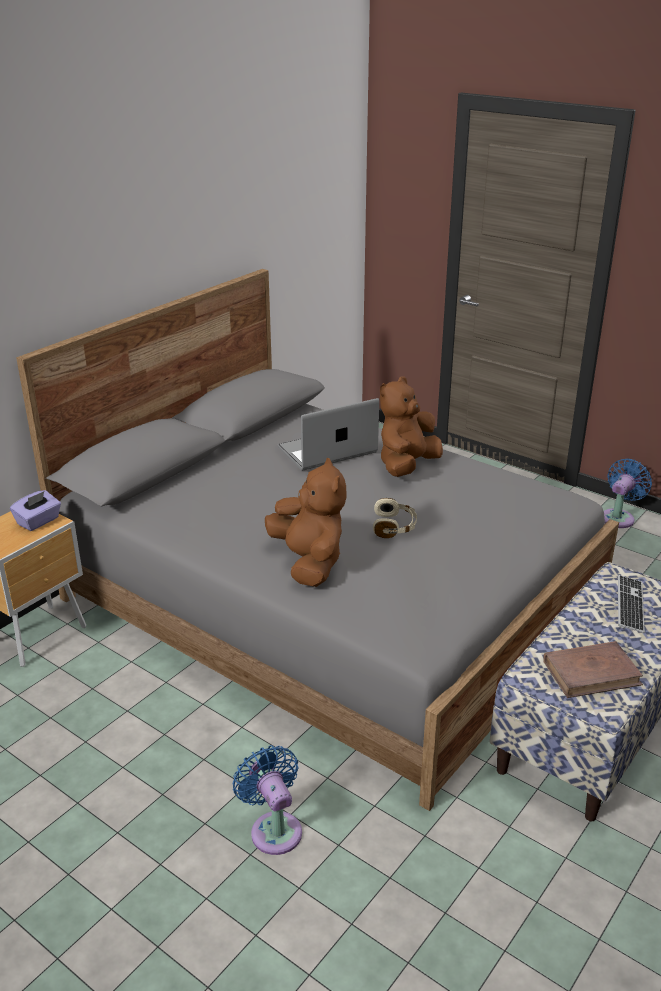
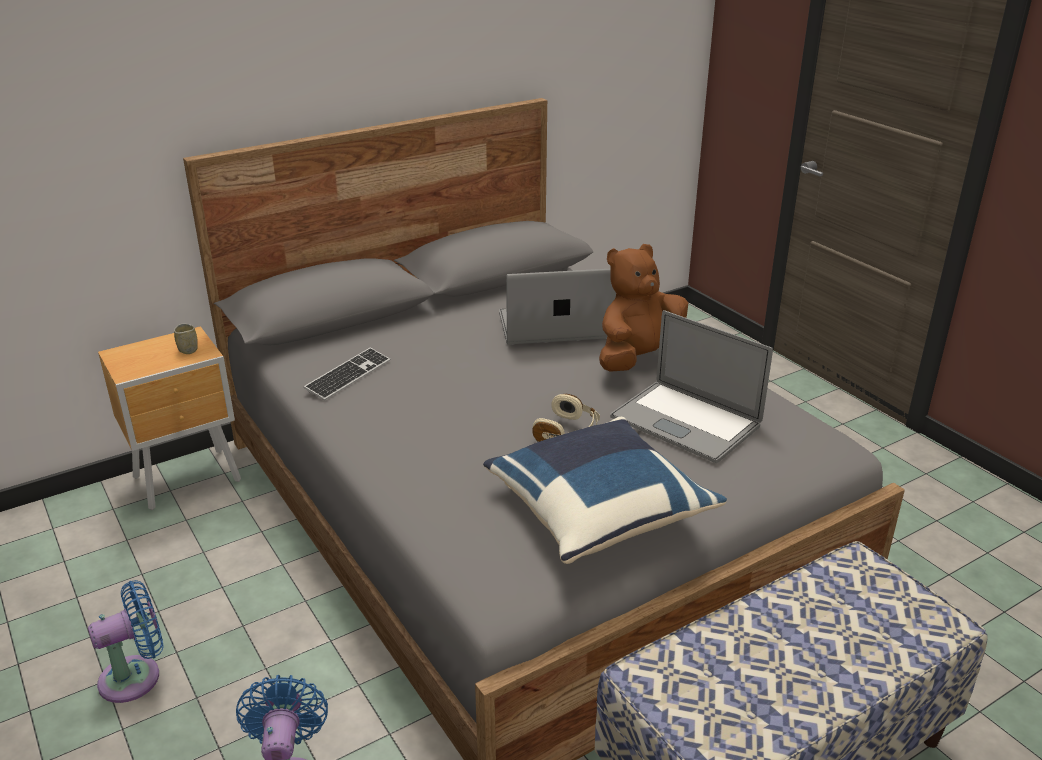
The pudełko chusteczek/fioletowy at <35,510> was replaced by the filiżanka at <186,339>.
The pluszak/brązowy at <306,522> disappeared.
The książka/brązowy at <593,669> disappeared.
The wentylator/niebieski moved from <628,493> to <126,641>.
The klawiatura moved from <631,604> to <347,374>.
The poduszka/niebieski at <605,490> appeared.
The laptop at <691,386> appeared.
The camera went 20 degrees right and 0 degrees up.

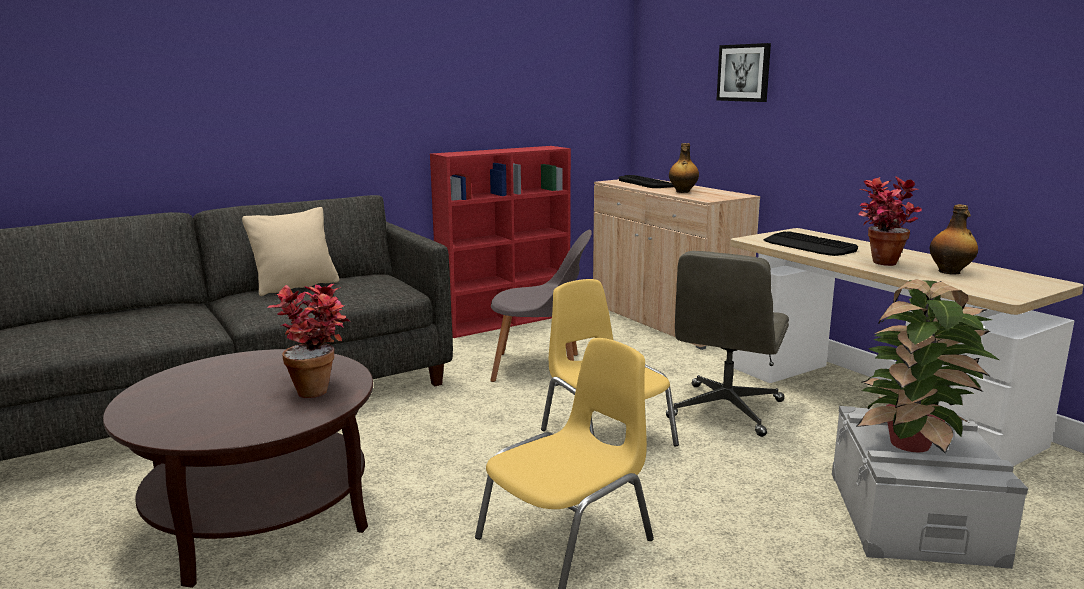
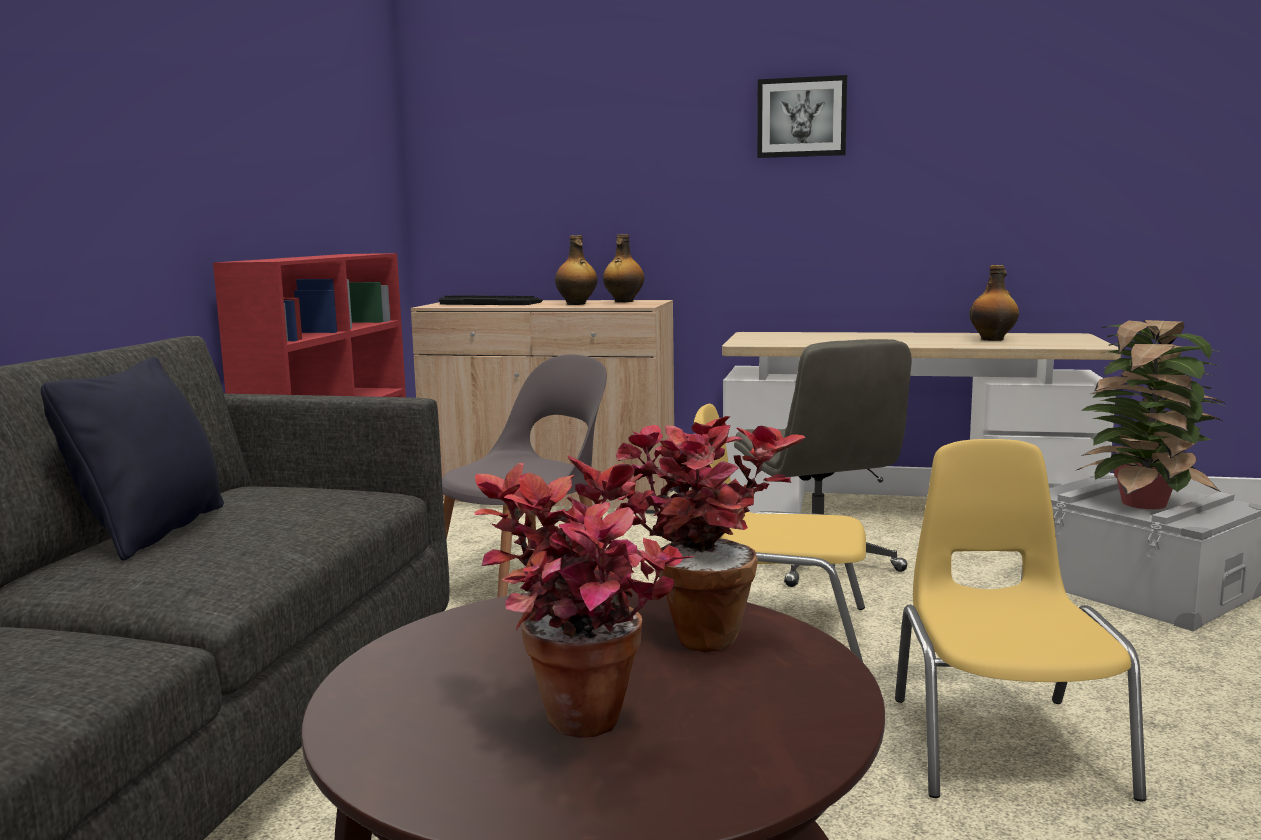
The poduszka/beżowy at <290,251> became the poduszka/czarny at <132,459>.
The obraz moved from <743,72> to <802,116>.
The klawiatura at <811,243> disappeared.
The roślina doniczkowa moved from <890,221> to <584,596>.
The butelka at <623,268> appeared.
The camera went 45 degrees left and 5 degrees down.

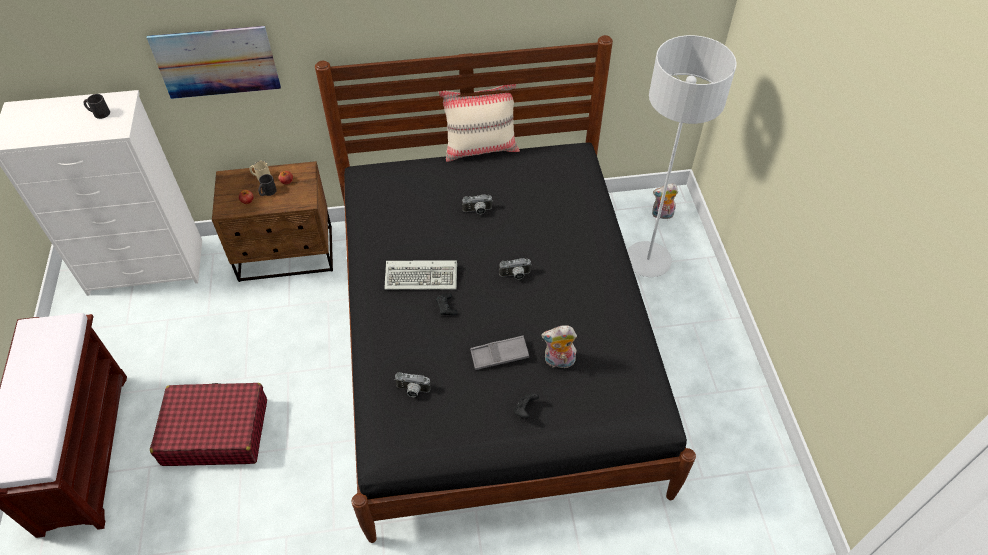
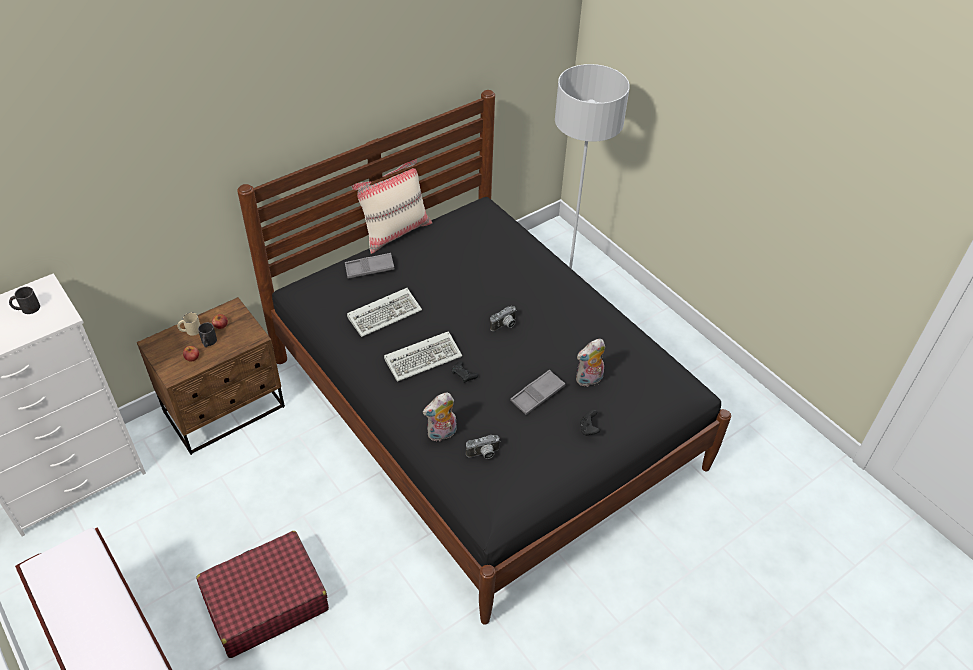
The obraz at <214,62> disappeared.
The aparat fotograficzny at <477,204> disappeared.
The pluszak moved from <665,201> to <439,417>.
The taca/szary at <369,266> appeared.
The klawiatura at <384,312> appeared.
The camera went 30 degrees left and 5 degrees down.

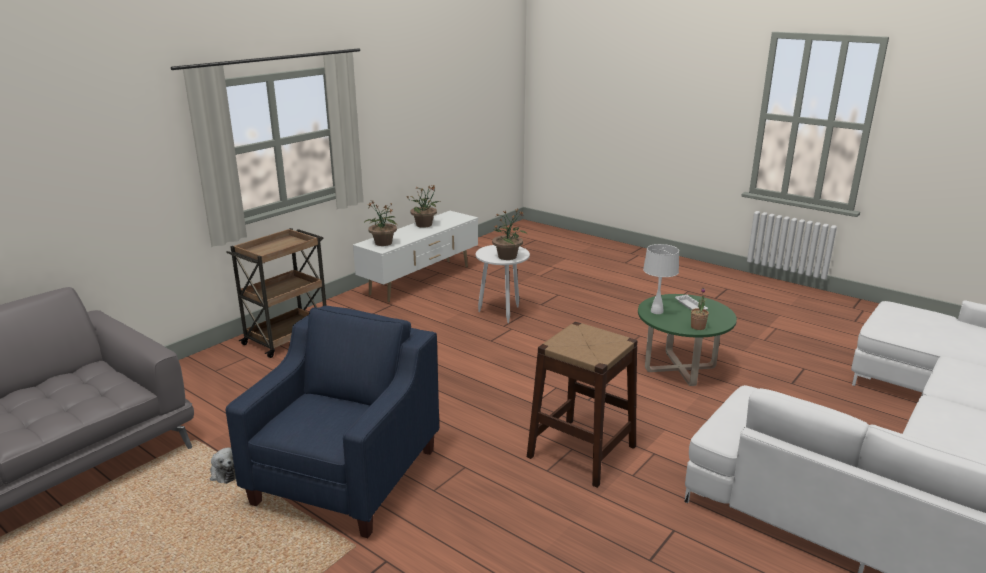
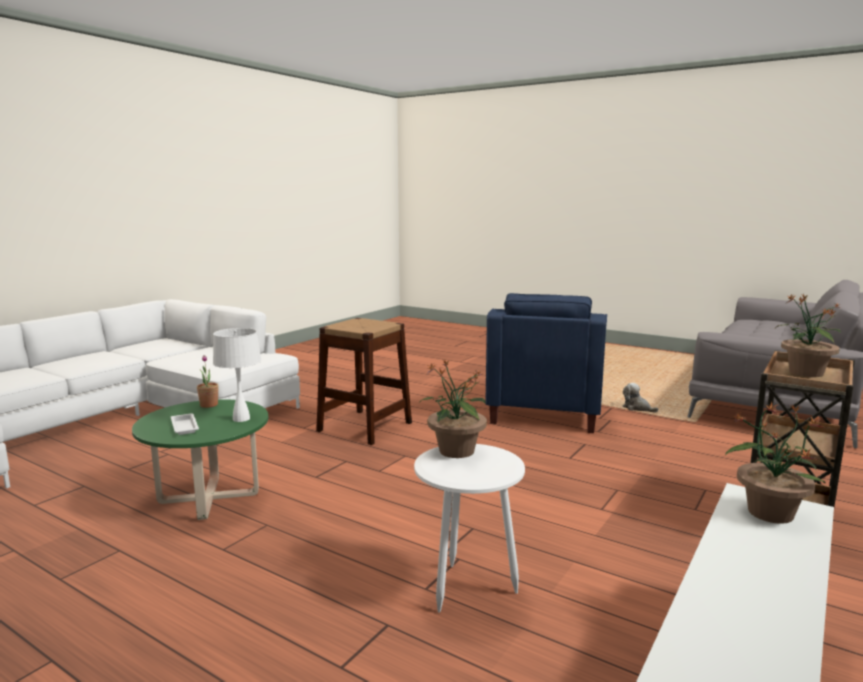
The roślina doniczkowa moved from <423,206> to <808,335>.
The camera went 175 degrees right and 10 degrees down.

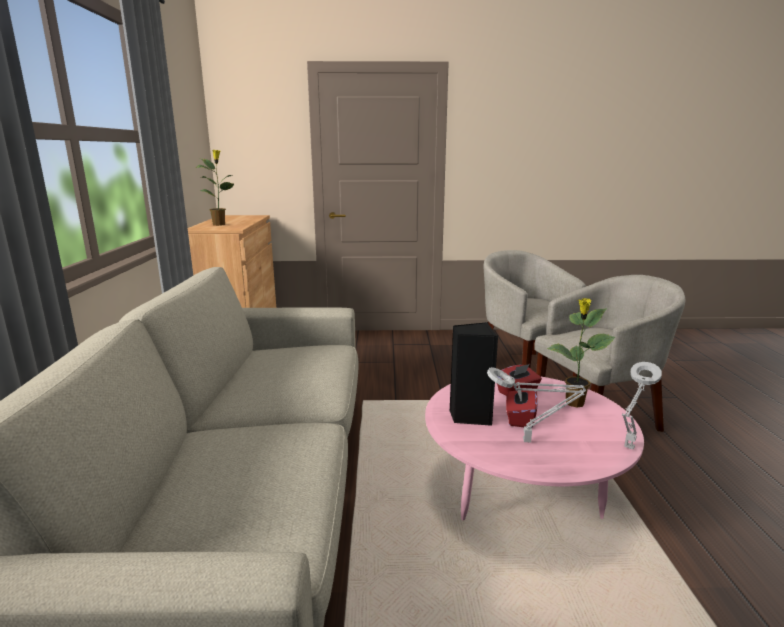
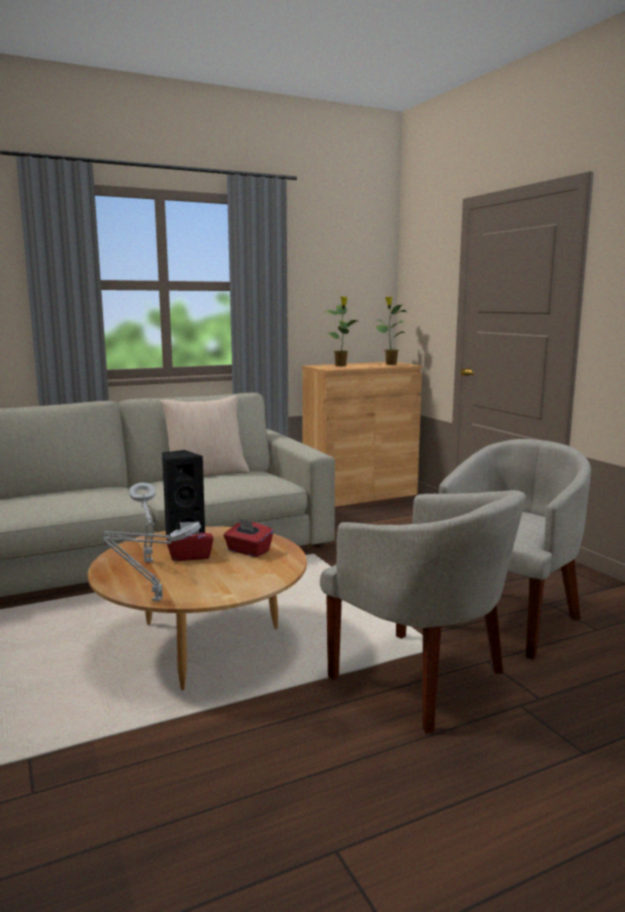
The ława/różowy at <534,448> became the ława/brązowy at <197,608>.
The roślina doniczkowa moved from <581,353> to <391,331>.
The poduszka/beżowy at <205,435> appeared.
The camera went 65 degrees right and 5 degrees down.

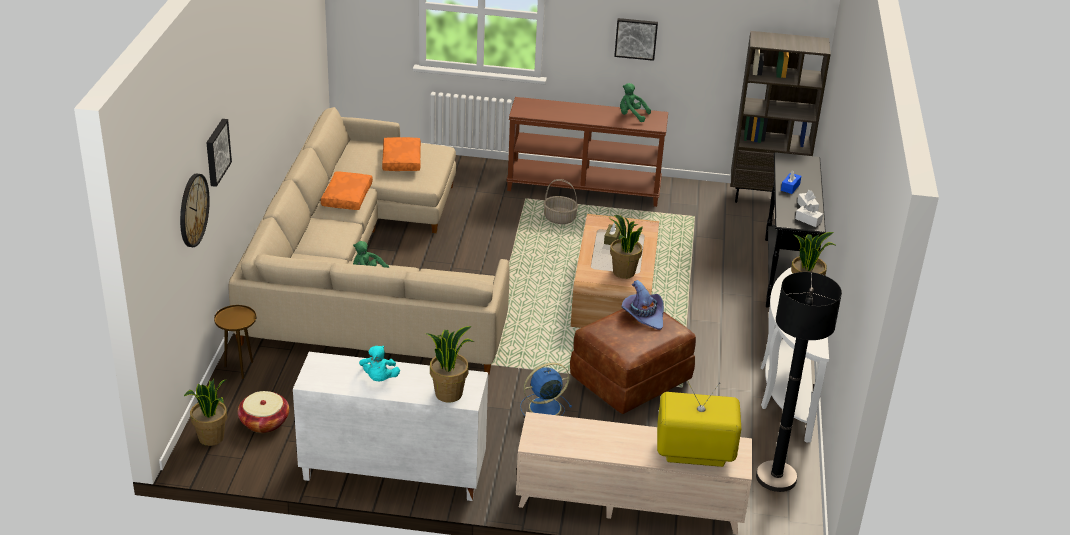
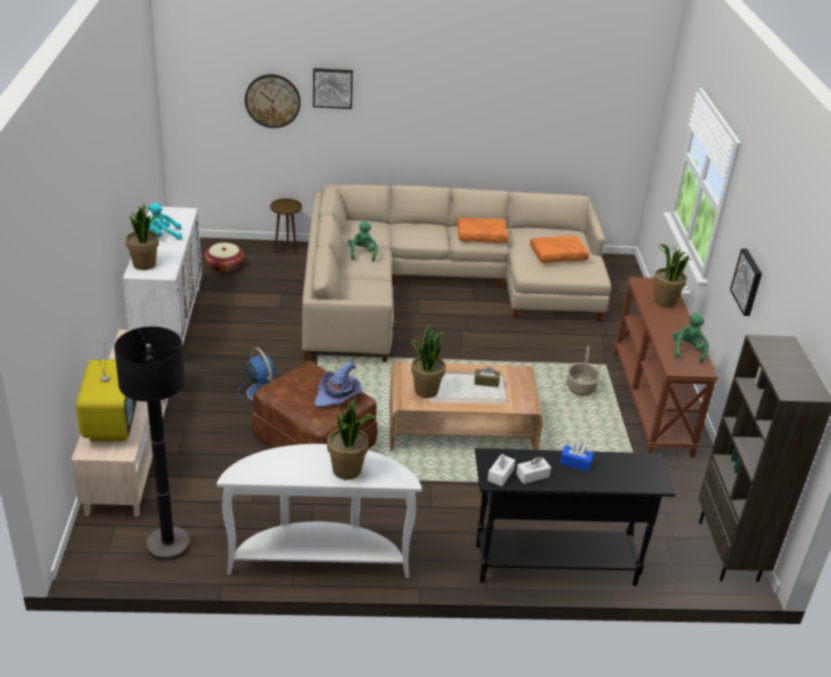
The roślina doniczkowa moved from <205,412> to <673,276>.
The camera went 80 degrees right and 0 degrees up.

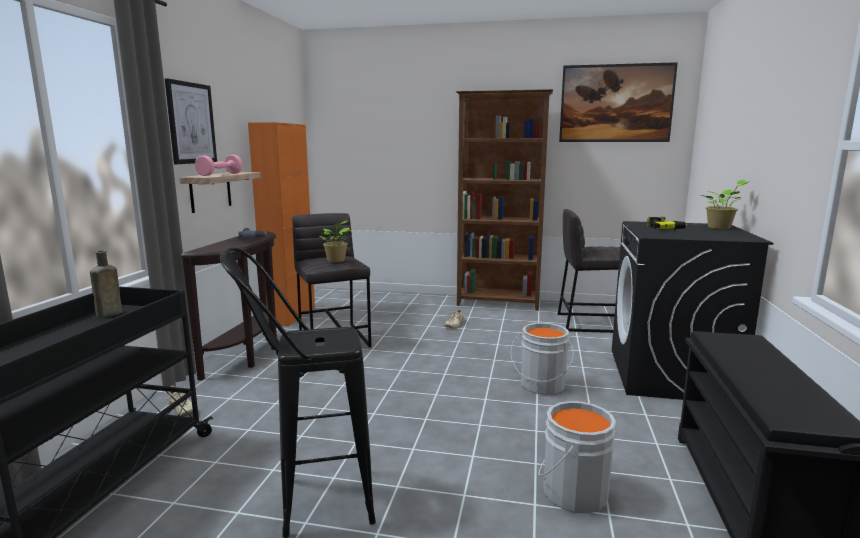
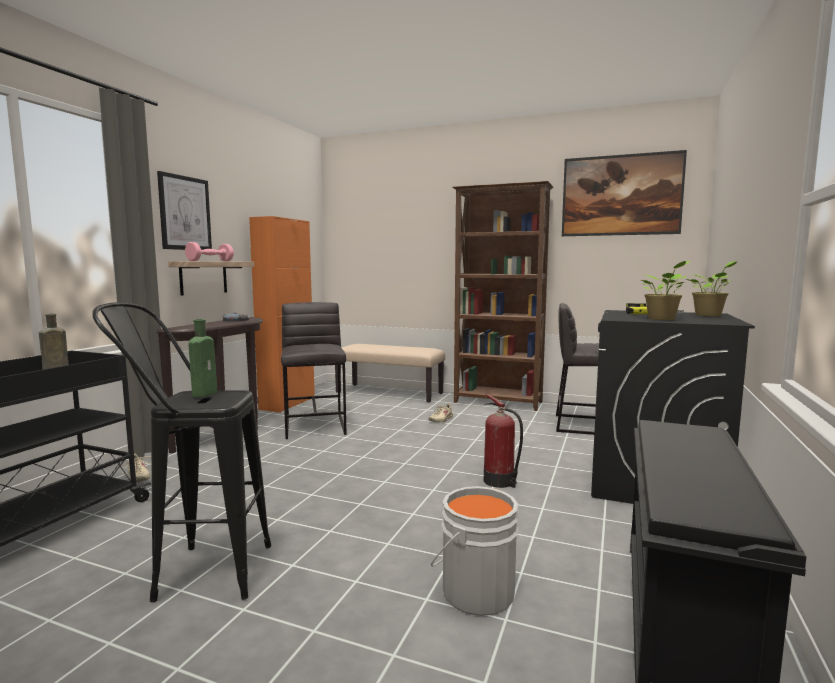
The roślina doniczkowa moved from <335,241> to <665,290>.
The wiadro/szary at <542,359> was replaced by the gaśnica at <503,441>.
The butelka/zielony at <203,358> appeared.
The ławka/beżowy at <390,373> appeared.
The camera went 10 degrees right and 5 degrees down.

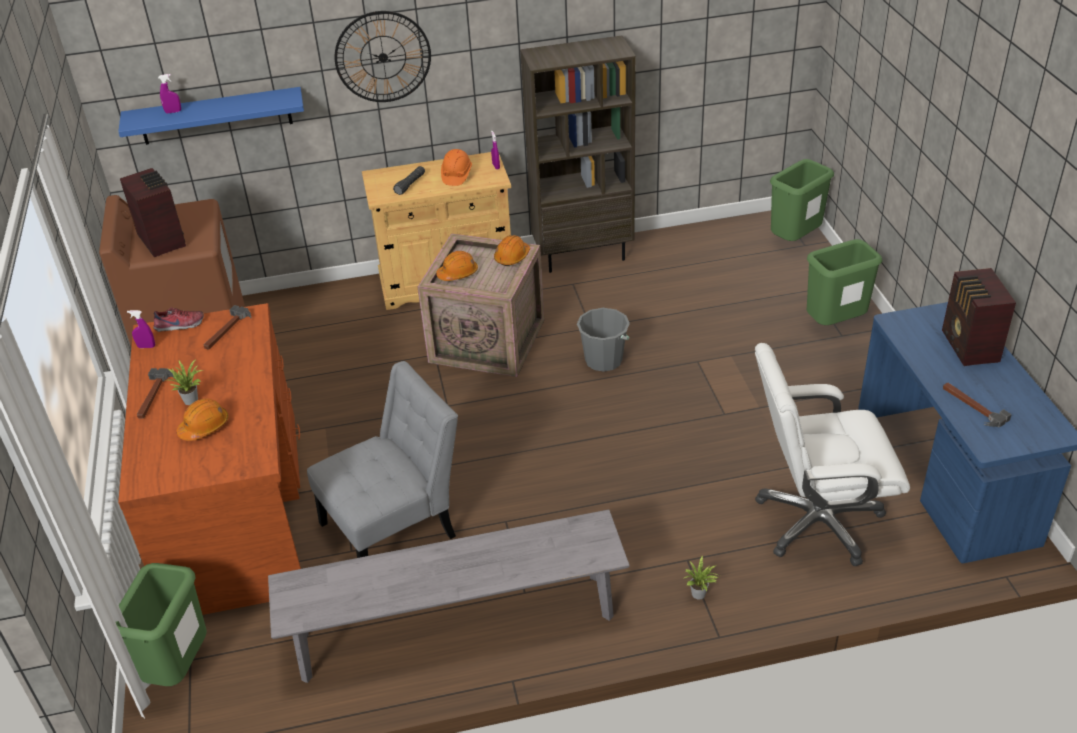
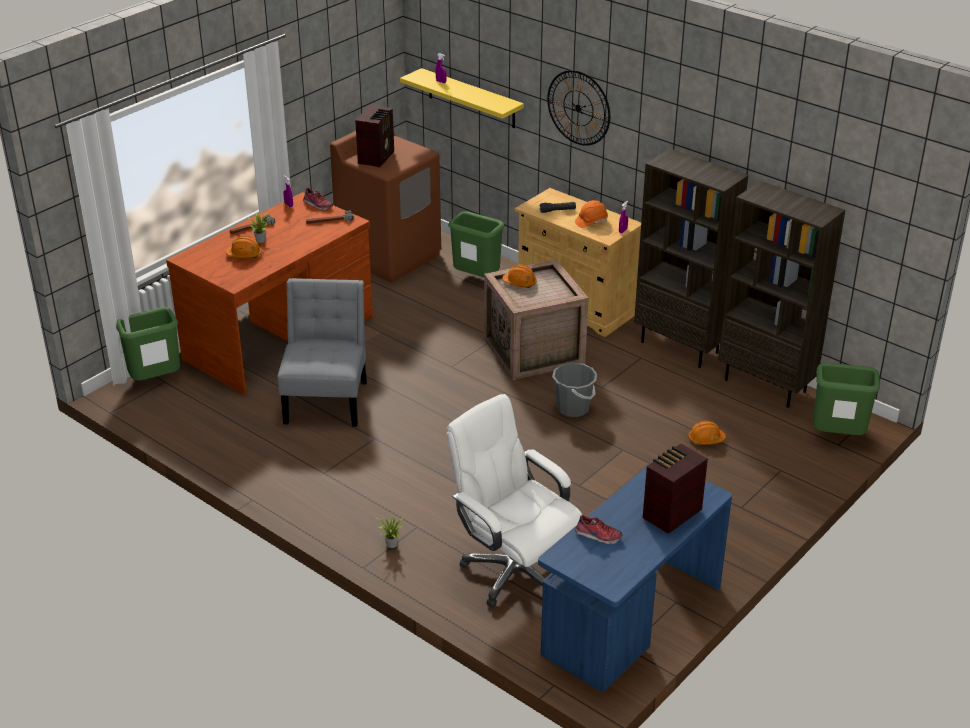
The półka/niebieski at <211,116> became the półka/żółty at <462,98>.
The ławka/szary at <449,596> disappeared.
The krzesło/szary at <382,459> turned 105 degrees counterclockwise.
The kask/pomarańczowy moved from <512,250> to <707,433>.
The kosz na śmieci/zielony moved from <844,282> to <476,244>.
The młotek at <977,405> was replaced by the but at <598,529>.
The regał/brązowy at <781,294> appeared.
The camera went 50 degrees right and 5 degrees down.

